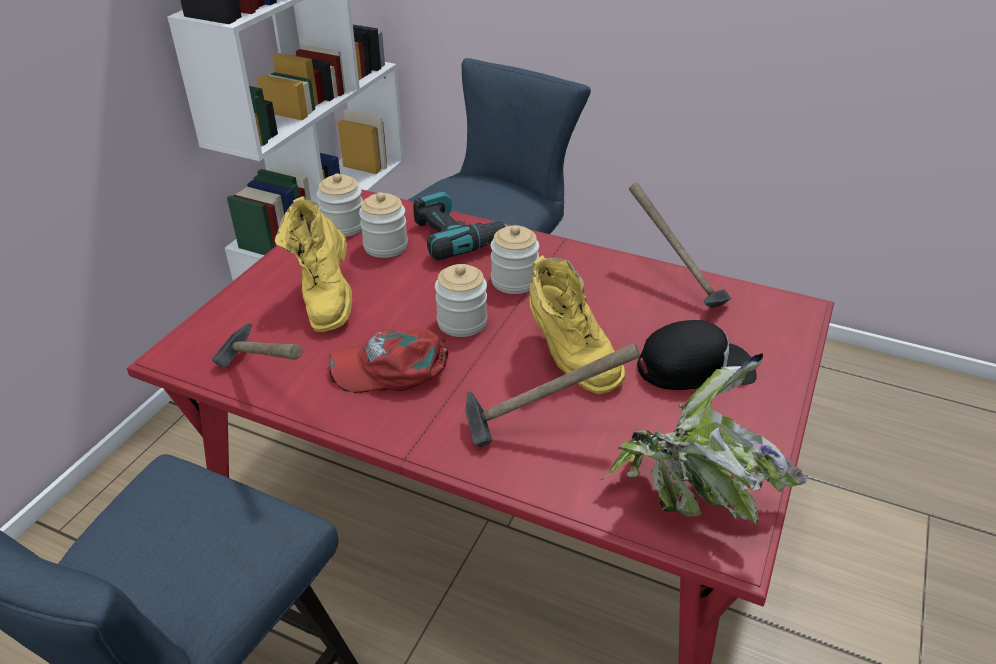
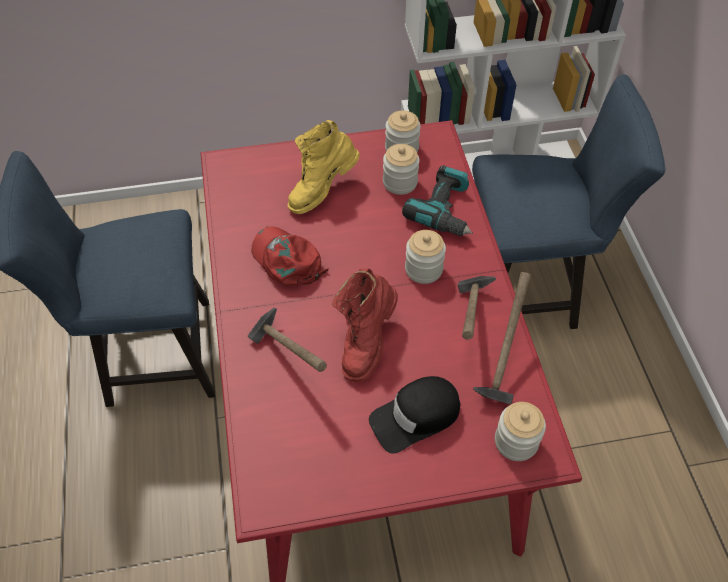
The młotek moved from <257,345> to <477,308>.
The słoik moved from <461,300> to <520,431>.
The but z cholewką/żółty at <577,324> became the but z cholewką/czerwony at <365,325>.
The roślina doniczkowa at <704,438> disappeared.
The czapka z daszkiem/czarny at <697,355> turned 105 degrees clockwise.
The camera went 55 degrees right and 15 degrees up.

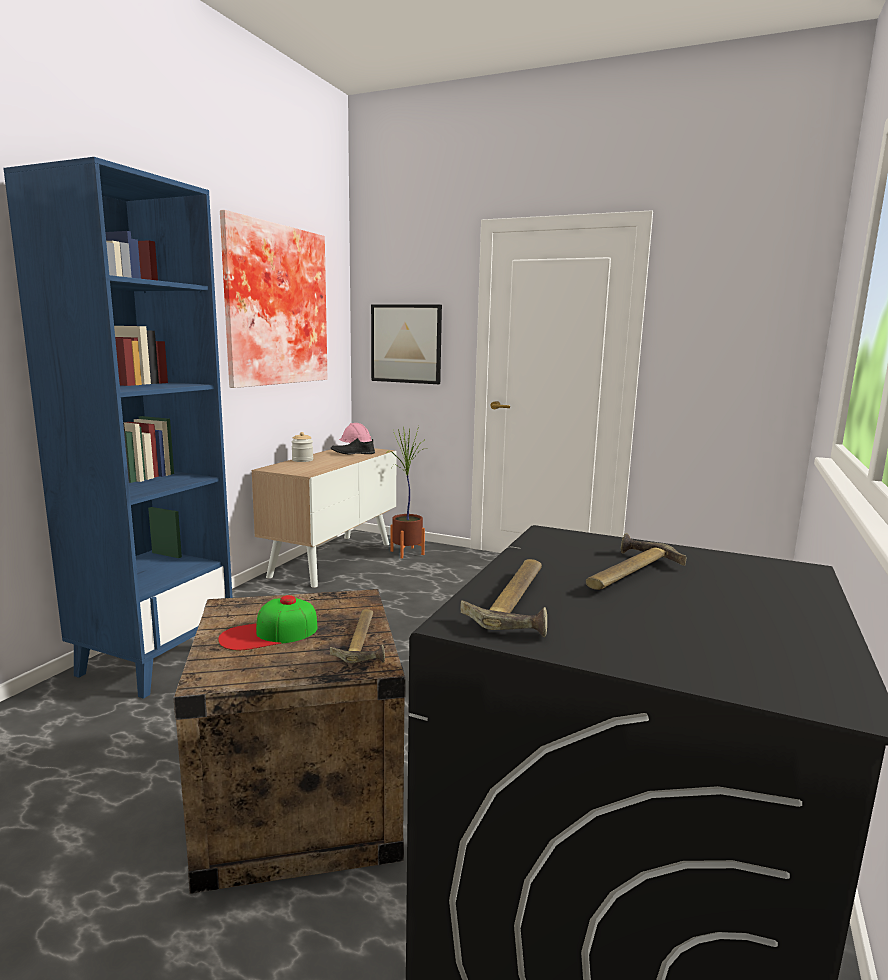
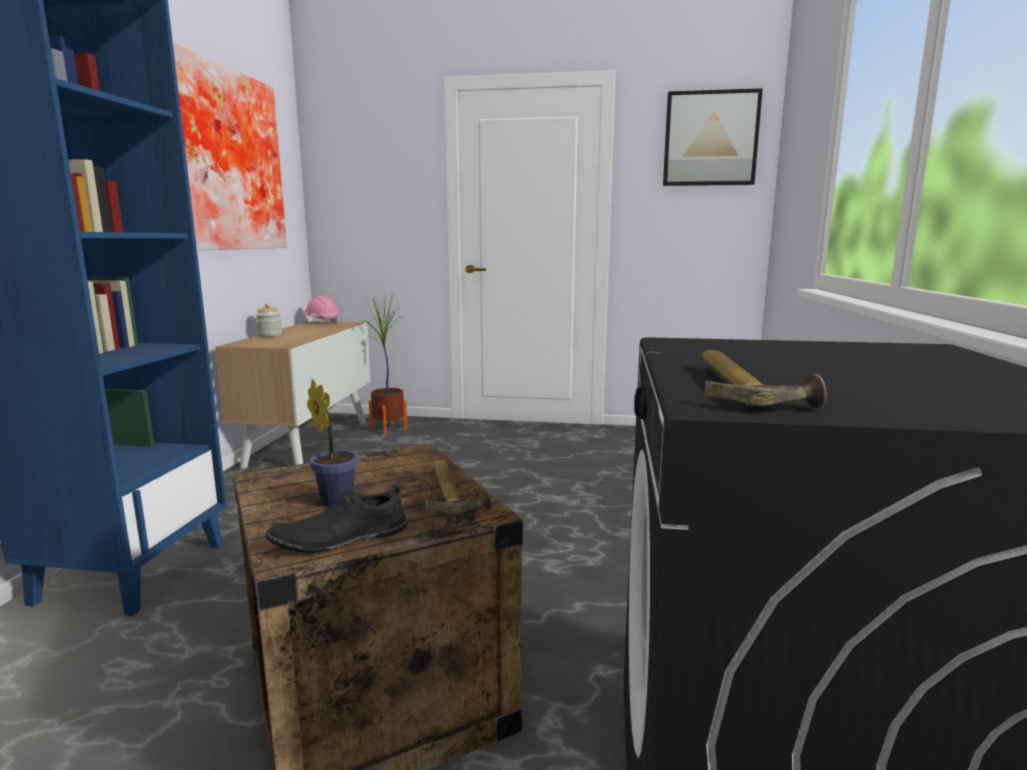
The czapka z daszkiem at <268,622> was replaced by the roślina doniczkowa at <332,443>.
The but/czarny moved from <353,446> to <336,518>.
The obraz moved from <406,344> to <713,137>.
The młotek at <636,561> disappeared.
The camera went 15 degrees left and 0 degrees up.

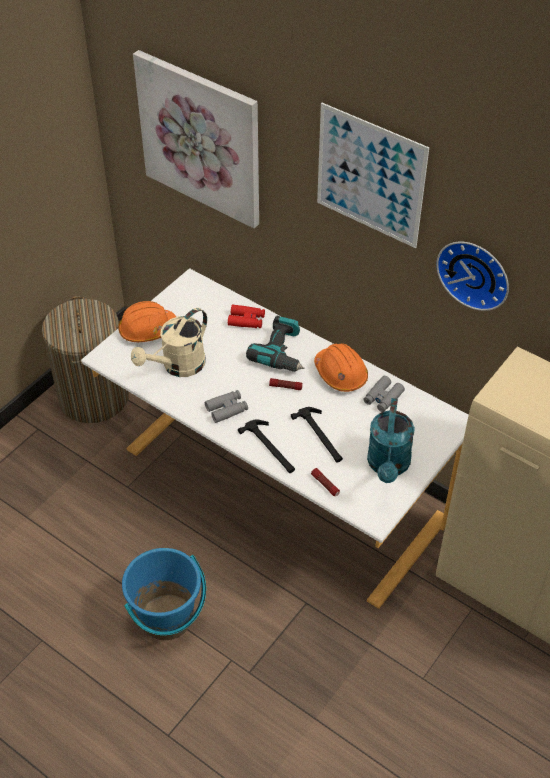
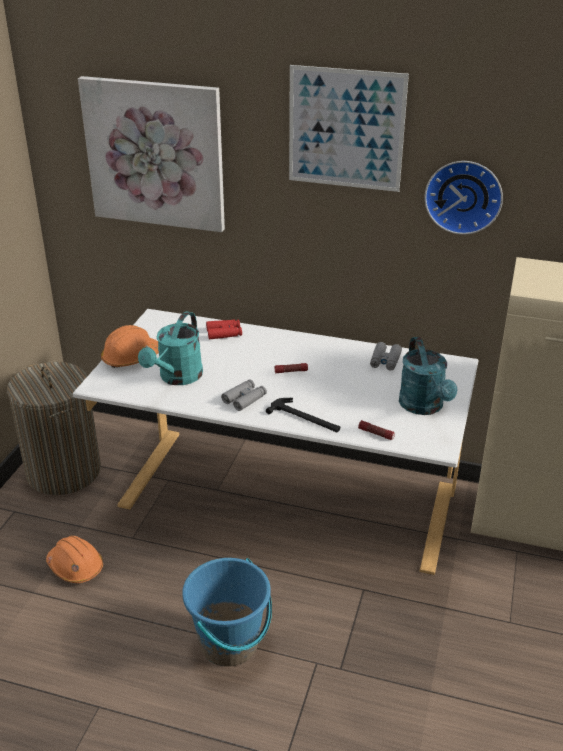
The konewka/beżowy at <169,342> became the konewka/turkusowy at <170,348>.
The wiertarka at <275,344> disappeared.
The młotek at <317,434> disappeared.
The kask/pomarańczowy moved from <341,367> to <74,559>.
The camera went 20 degrees left and 15 degrees down.

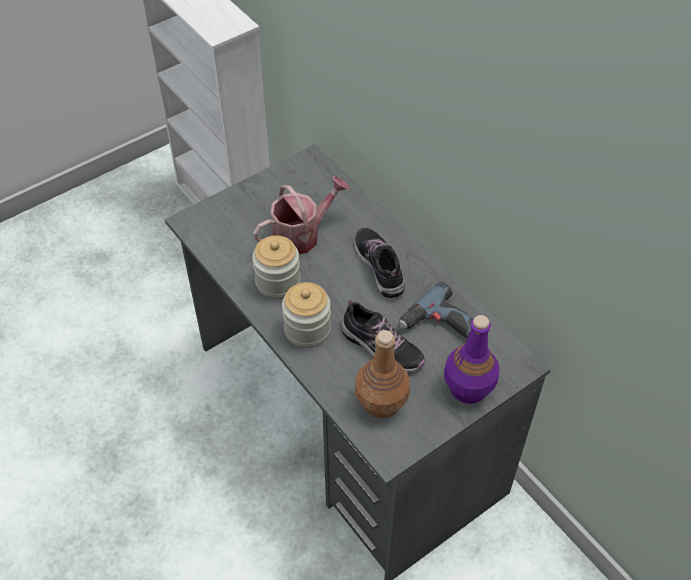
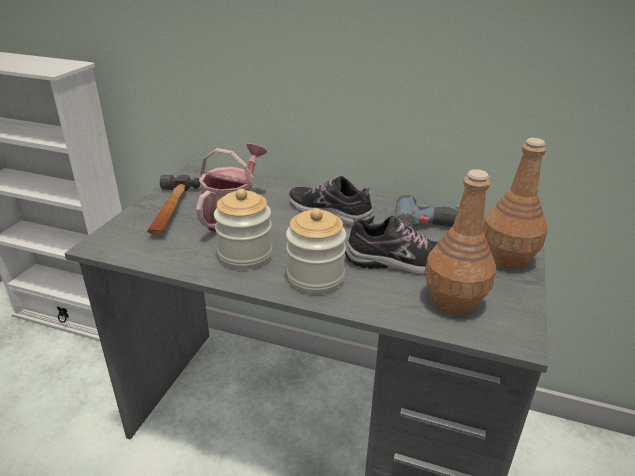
The butelka/fioletowy at <472,359> became the butelka/brązowy at <515,204>.
The młotek at <173,204> appeared.
The camera went 35 degrees left and 20 degrees down.

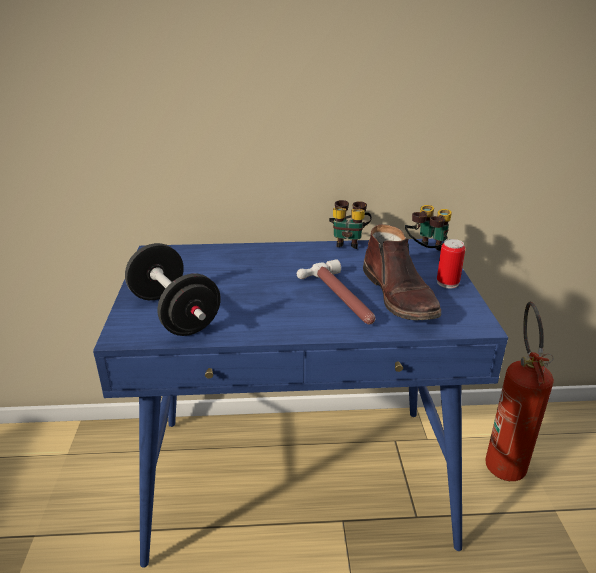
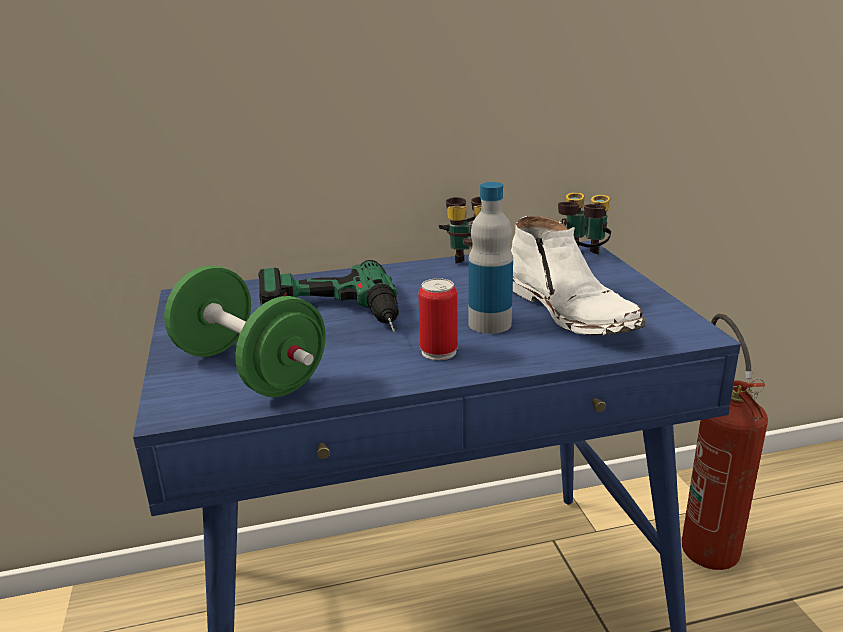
The hantel/czarny at <173,289> became the hantel/zielony at <245,331>.
The młotek at <336,291> was replaced by the butelka at <490,258>.
The but z cholewką/brązowy at <402,272> became the but z cholewką/biały at <578,276>.
The puszka moved from <451,263> to <438,319>.
The wiertarka at <328,296> appeared.
The camera went 10 degrees left and 5 degrees down.

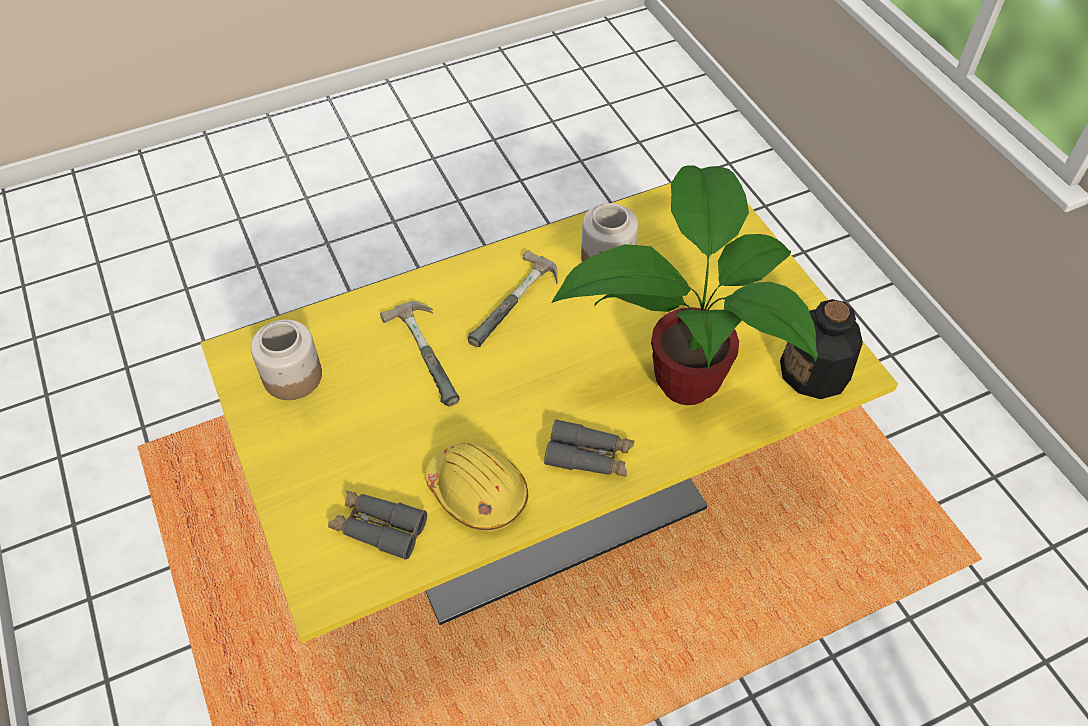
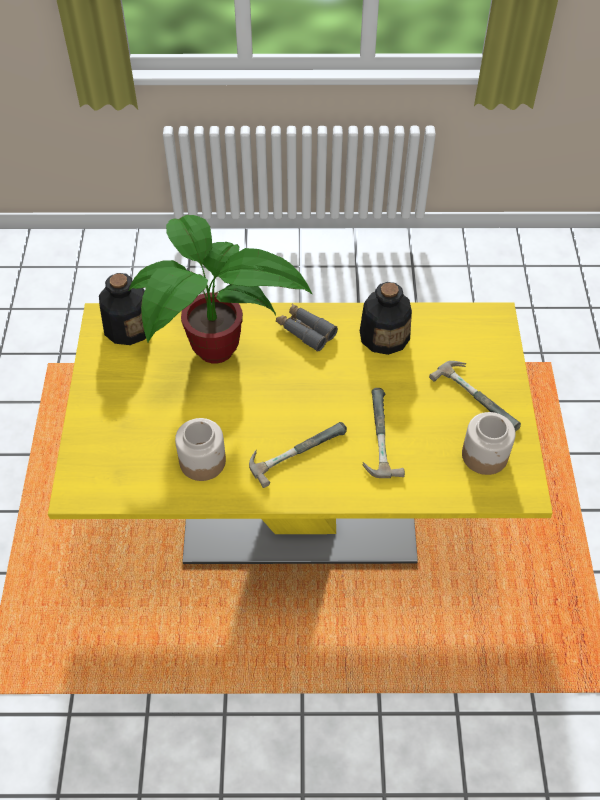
The lornetka/szary at <377,525> disappeared.
The kask/żółty at <476,487> was replaced by the butelka at <386,318>.
The młotek at <475,396> appeared.
The camera went 155 degrees left and 0 degrees up.

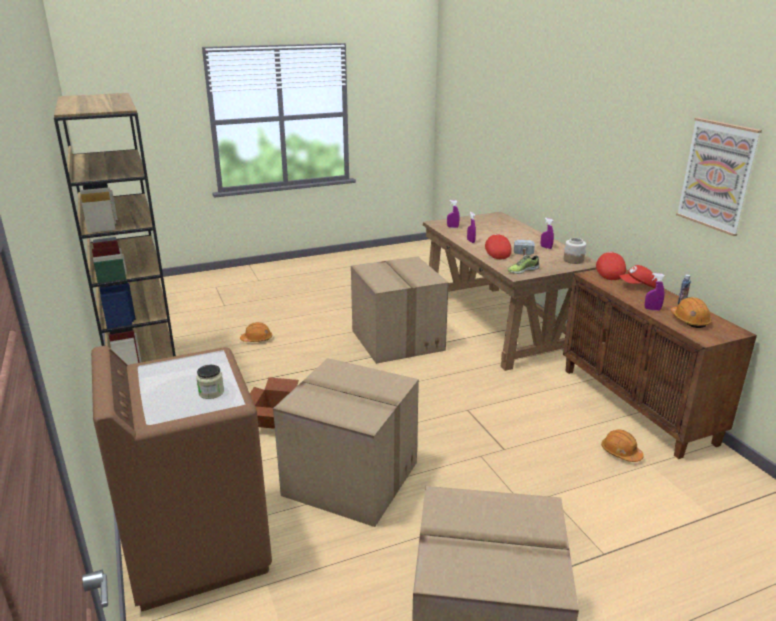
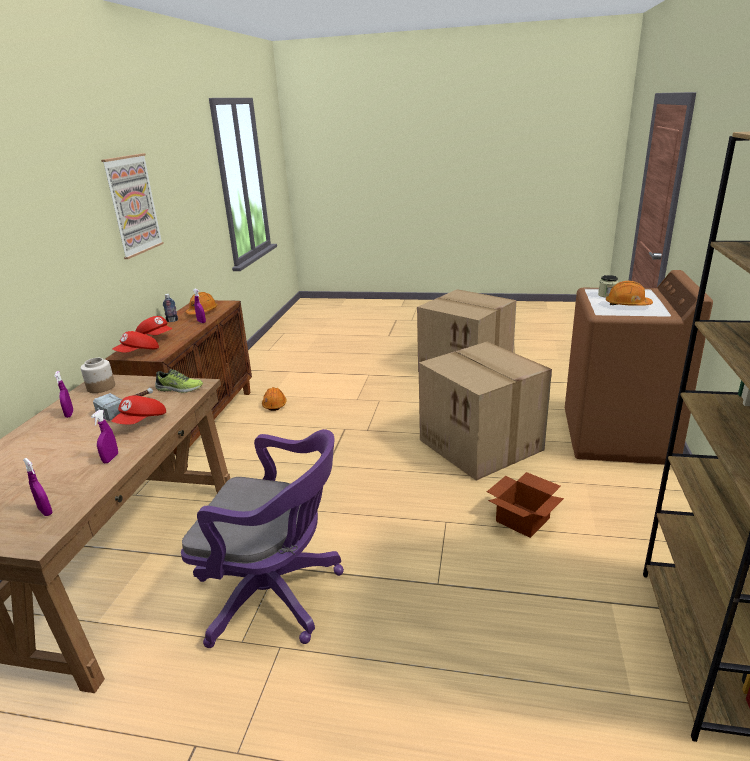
The kask/pomarańczowy moved from <256,332> to <629,293>.
The karton at <400,310> was replaced by the krzesło biurowe/fioletowy at <262,538>.
The camera went 145 degrees left and 0 degrees up.

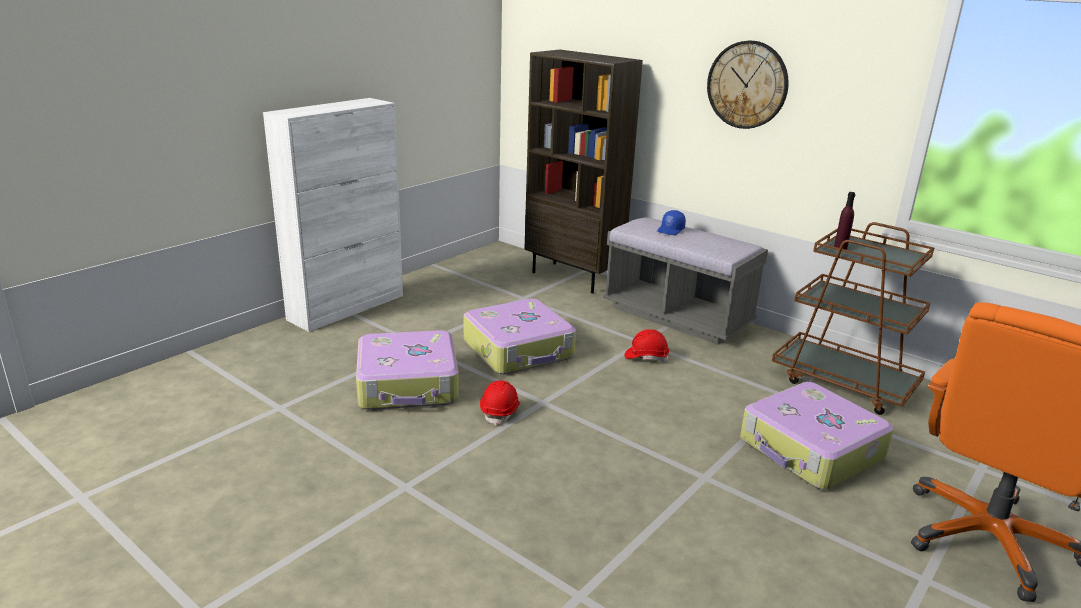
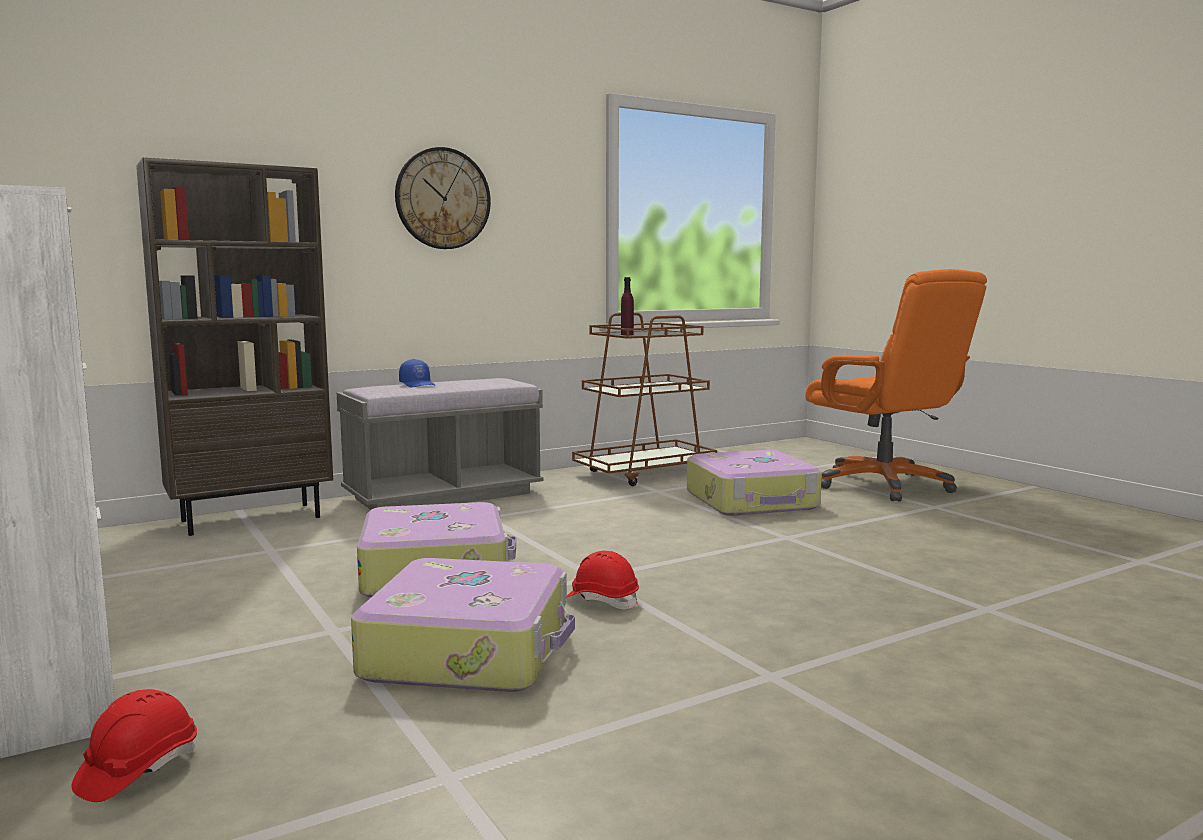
The kask/czerwony moved from <646,345> to <134,745>.
The camera went 70 degrees left and 15 degrees down.

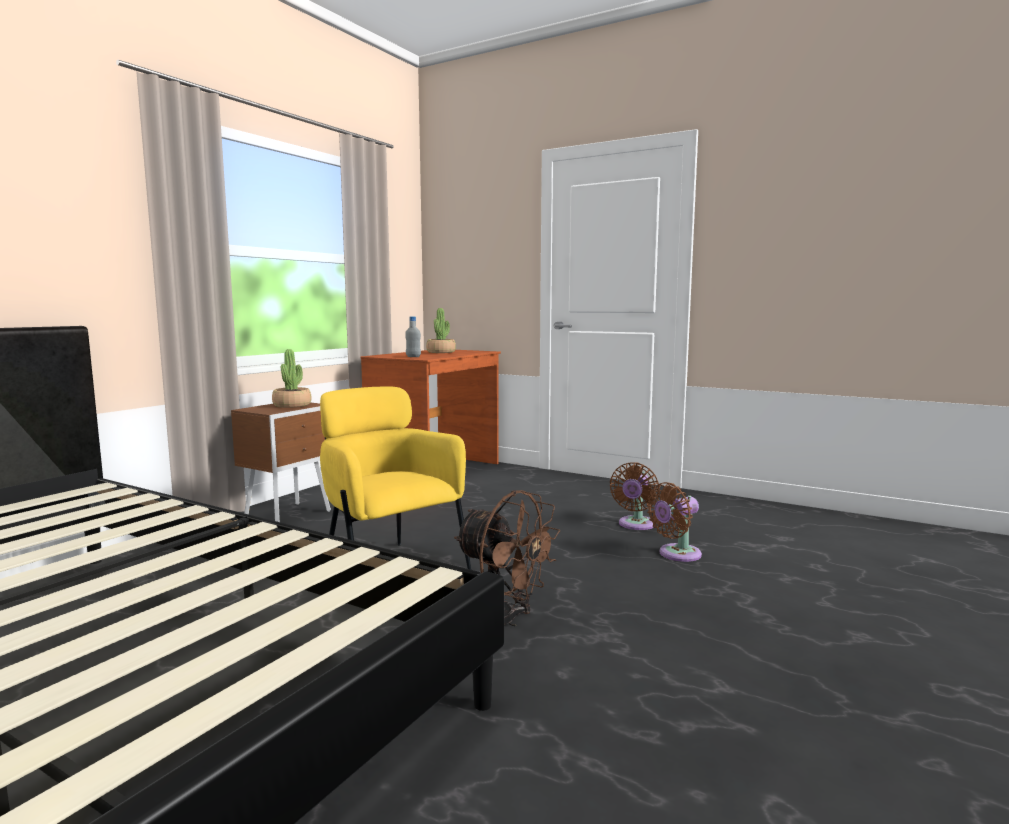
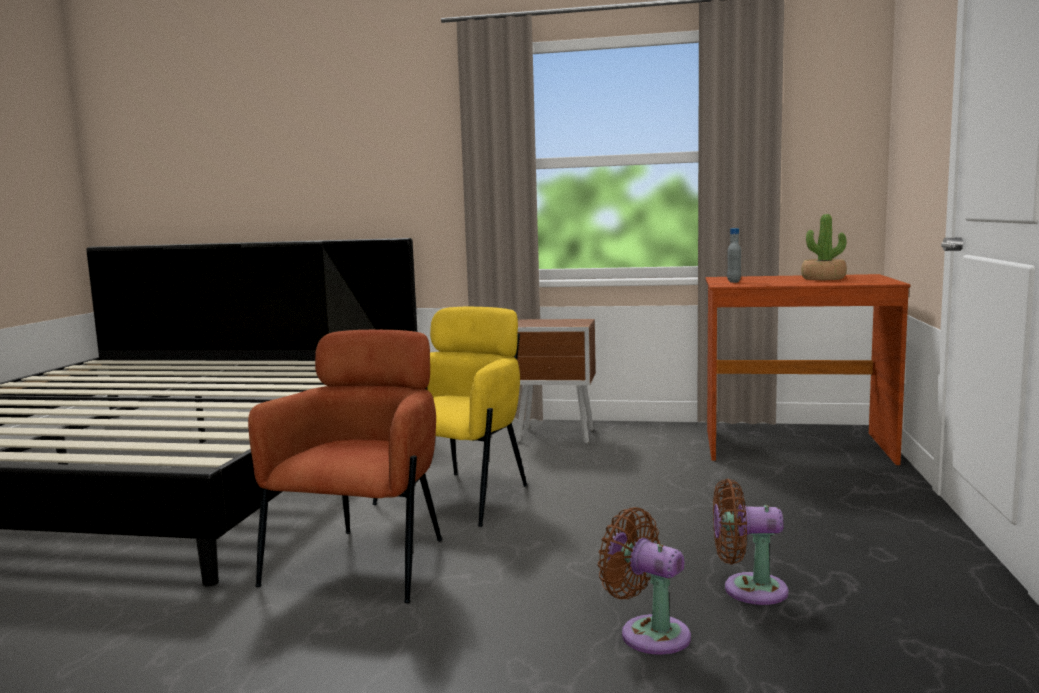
The roślina doniczkowa at <291,378> disappeared.
The wentylator/brązowy at <507,558> was replaced by the fotel/brązowy at <345,466>.
The camera went 70 degrees right and 0 degrees up.

